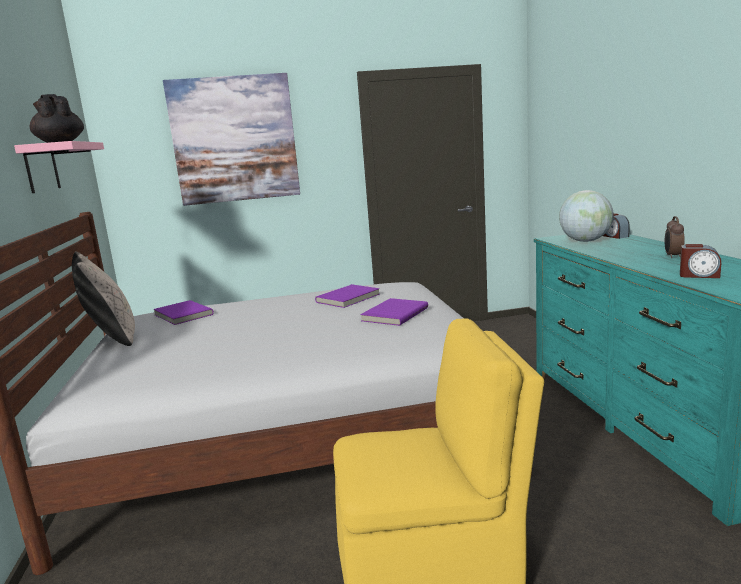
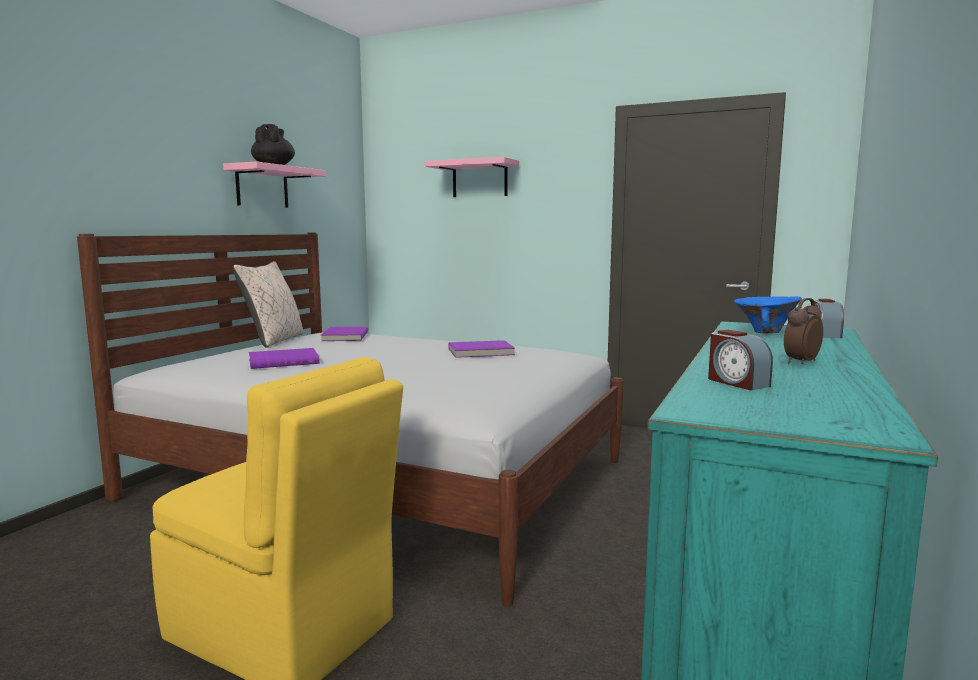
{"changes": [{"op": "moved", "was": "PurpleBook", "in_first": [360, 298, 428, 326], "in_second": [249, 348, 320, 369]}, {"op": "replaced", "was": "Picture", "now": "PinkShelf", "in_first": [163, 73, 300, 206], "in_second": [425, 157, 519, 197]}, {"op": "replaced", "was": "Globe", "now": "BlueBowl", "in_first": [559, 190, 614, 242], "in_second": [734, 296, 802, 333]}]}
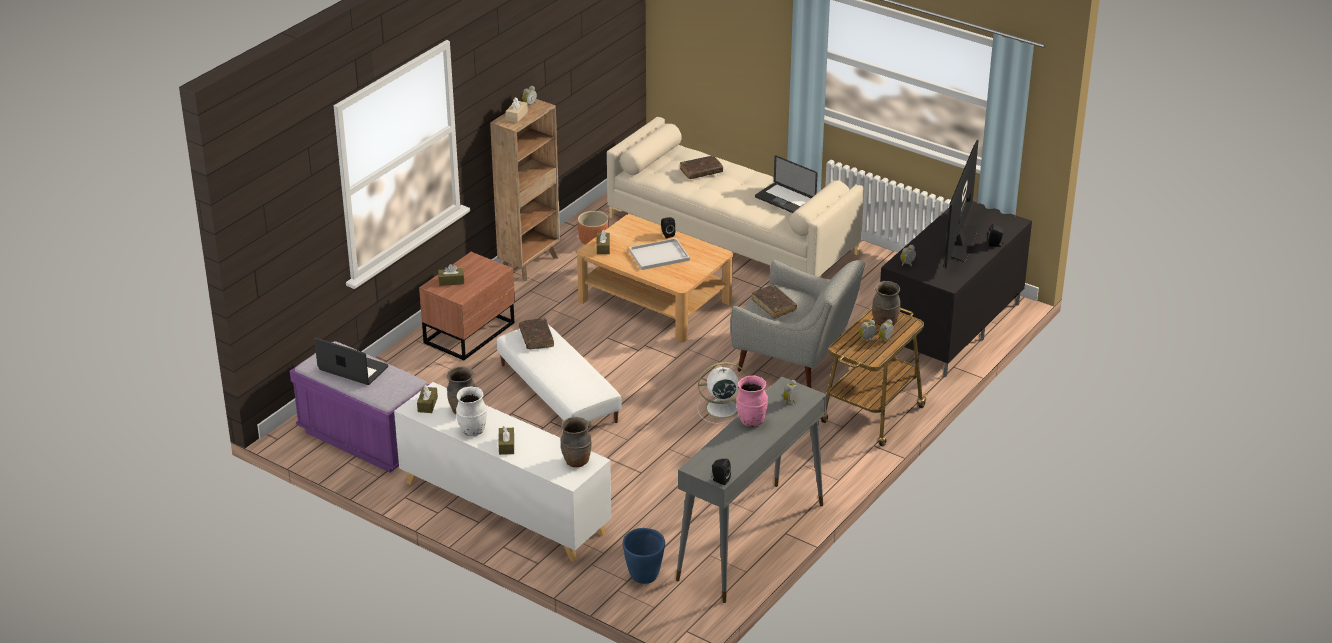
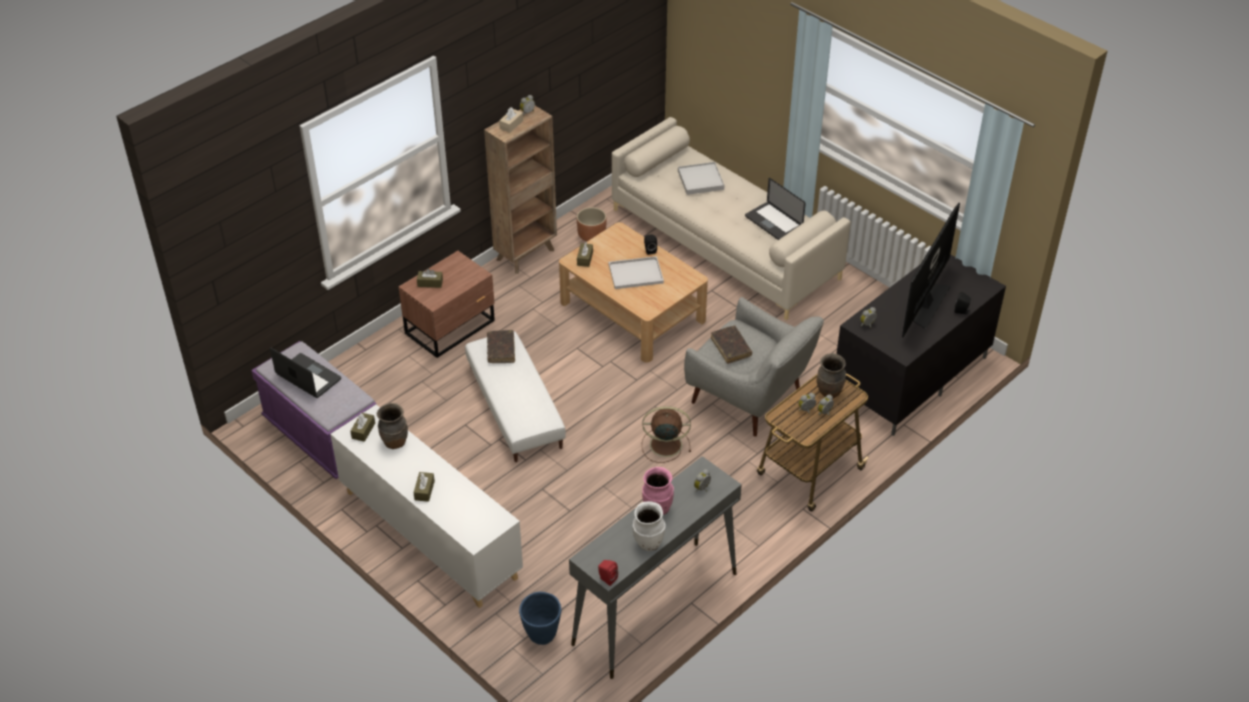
{"changes": [{"op": "recoloured", "was": "BlackSpeaker", "now": "RedSpeaker", "in_first": [711, 459, 731, 485], "in_second": [598, 560, 618, 586]}, {"op": "moved", "was": "WhiteVase", "in_first": [456, 386, 487, 436], "in_second": [633, 501, 666, 551]}, {"op": "recoloured", "was": "WhiteFan", "now": "BrownFan", "in_first": [697, 362, 746, 424], "in_second": [642, 406, 691, 463]}, {"op": "replaced", "was": "BrownBook", "now": "WhiteTray", "in_first": [680, 156, 723, 179], "in_second": [678, 162, 724, 195]}, {"op": "removed", "was": "BrownVase", "in_first": [560, 417, 592, 467]}]}
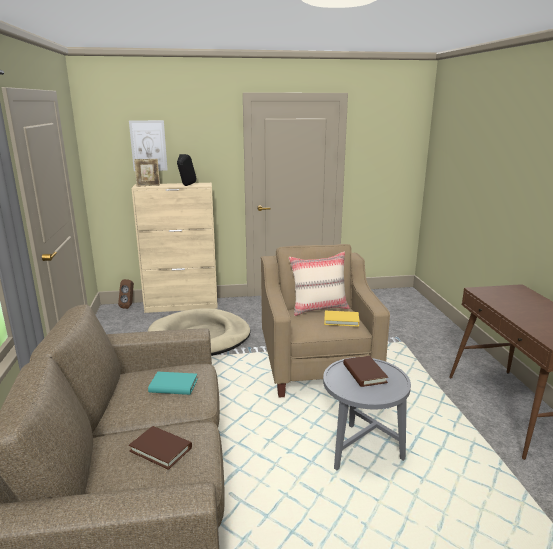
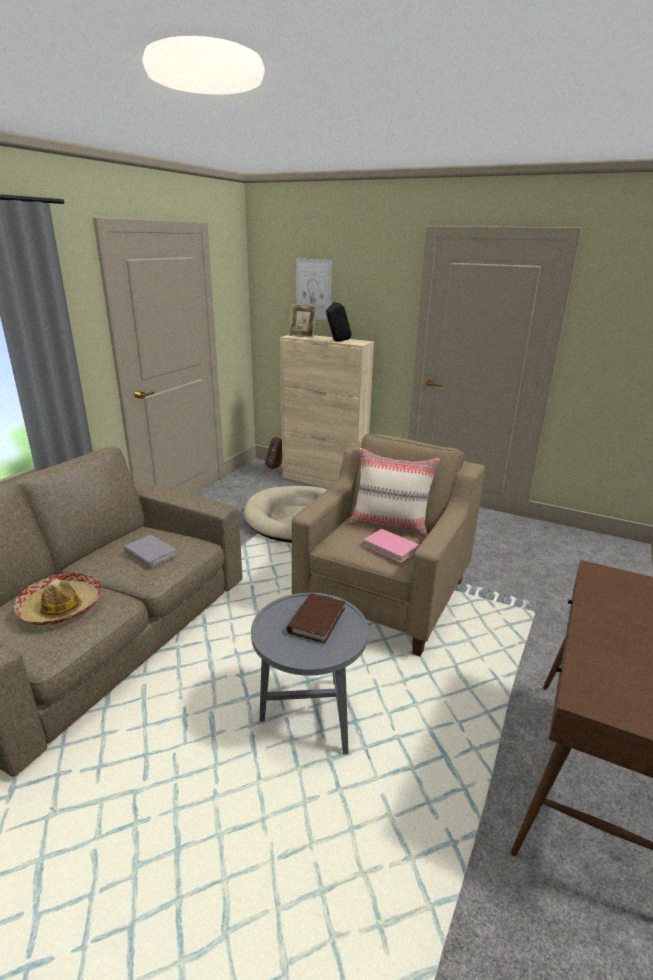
{"changes": [{"op": "replaced", "was": "BrownBook", "now": "Hat", "in_first": [129, 426, 192, 470], "in_second": [14, 572, 102, 625]}, {"op": "recoloured", "was": "TurquoiseBook", "now": "GreyBook", "in_first": [148, 372, 198, 395], "in_second": [124, 535, 178, 568]}, {"op": "recoloured", "was": "YellowBook", "now": "PinkBook", "in_first": [324, 311, 360, 327], "in_second": [363, 529, 420, 563]}]}
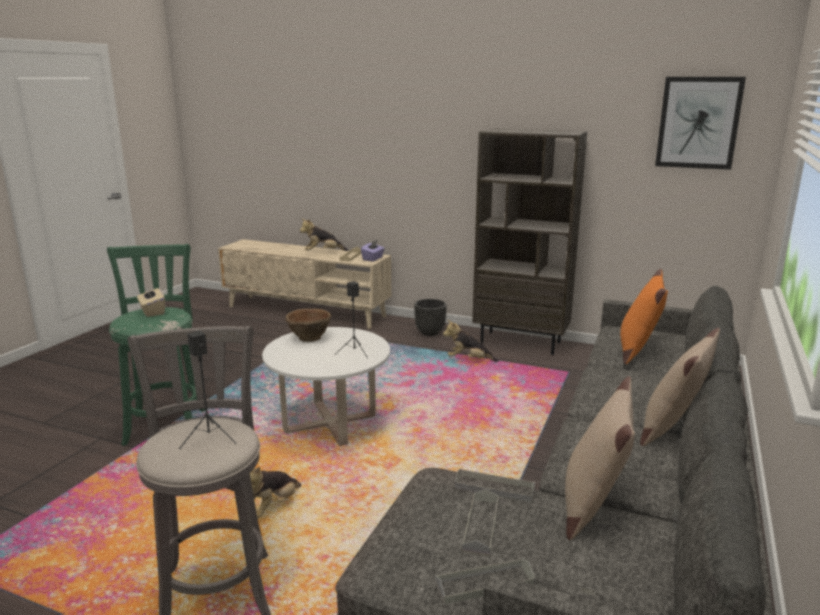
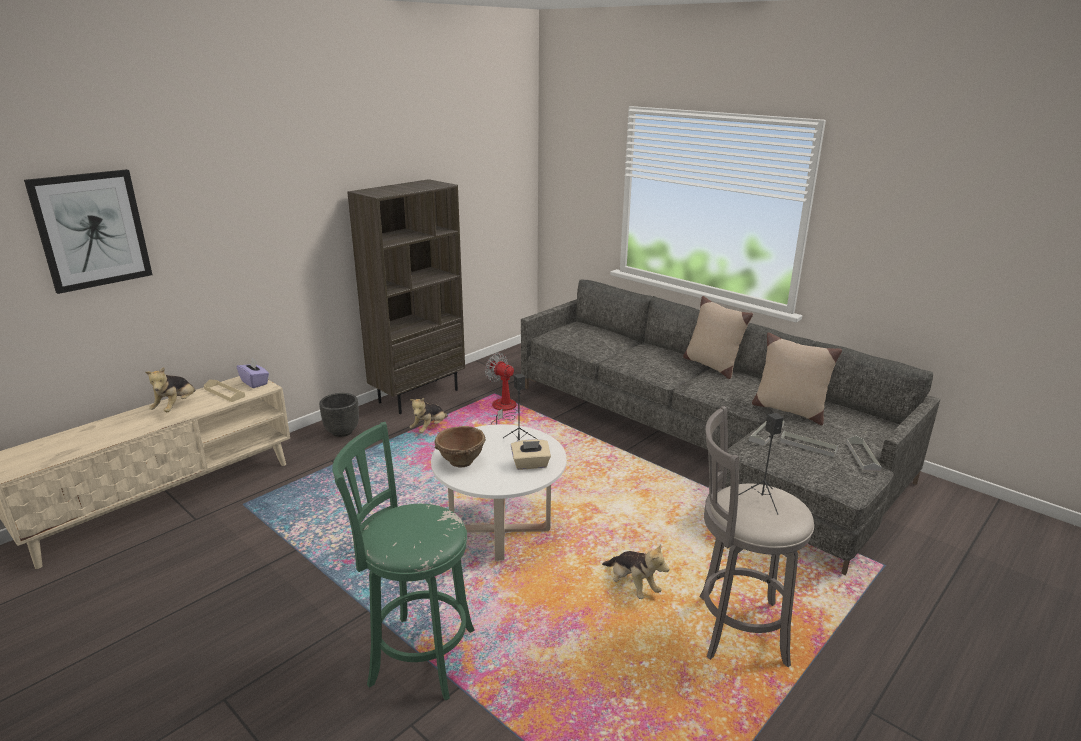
{"changes": [{"op": "moved", "was": "Picture", "in_first": [655, 77, 746, 170], "in_second": [24, 169, 153, 294]}, {"op": "added", "now": "Fan", "in_second": [485, 353, 518, 425]}, {"op": "moved", "was": "BeigeTissueBox", "in_first": [137, 286, 165, 317], "in_second": [511, 439, 551, 470]}, {"op": "removed", "was": "OrangePillow", "in_first": [620, 269, 668, 364]}]}
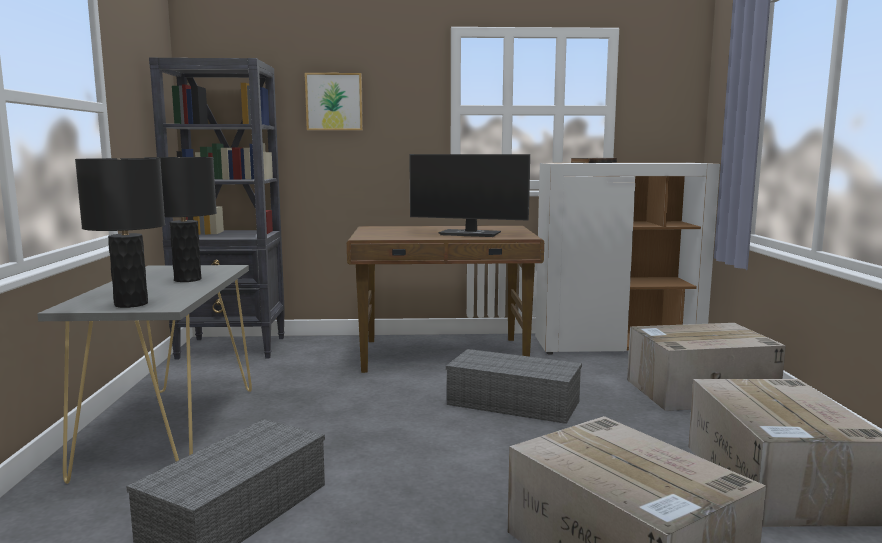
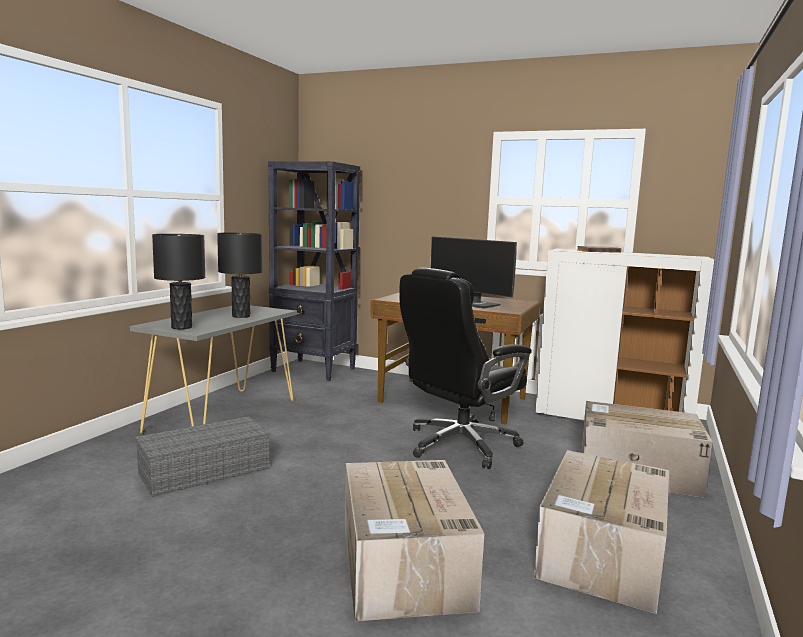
{"changes": [{"op": "replaced", "was": "GreyStorageBox", "now": "BlackOfficeChair", "in_first": [446, 349, 582, 424], "in_second": [399, 268, 532, 469]}, {"op": "removed", "was": "Picture", "in_first": [305, 73, 363, 130]}]}
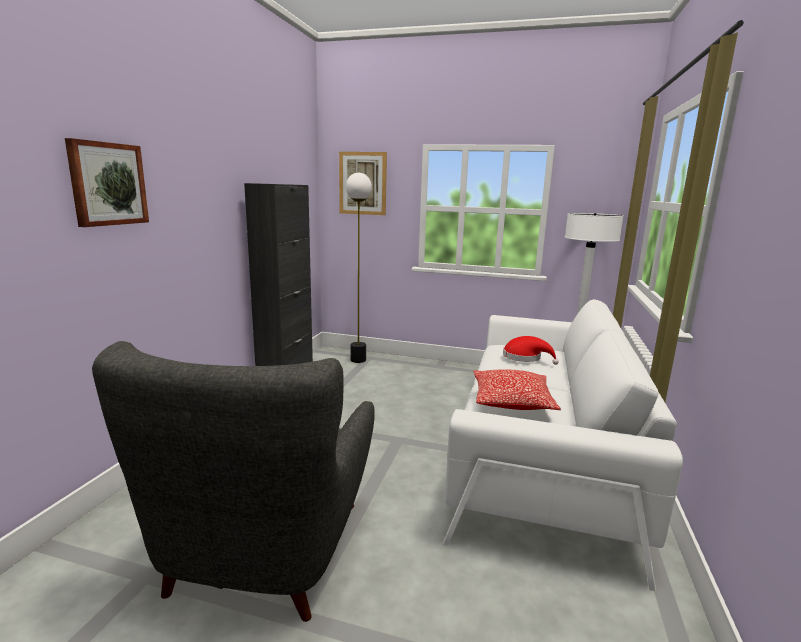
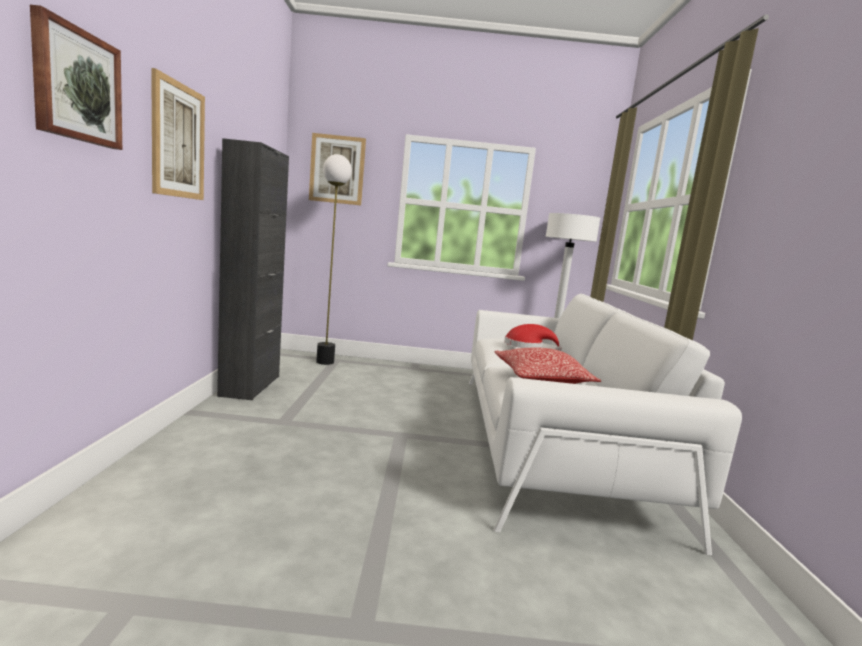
{"changes": [{"op": "added", "now": "Picture", "in_second": [151, 68, 205, 200]}, {"op": "removed", "was": "GreyArmchair", "in_first": [92, 341, 375, 622]}]}
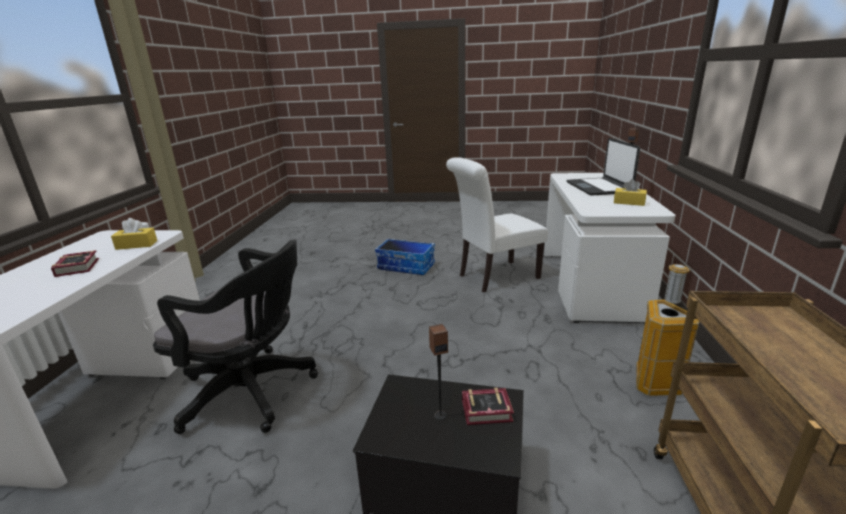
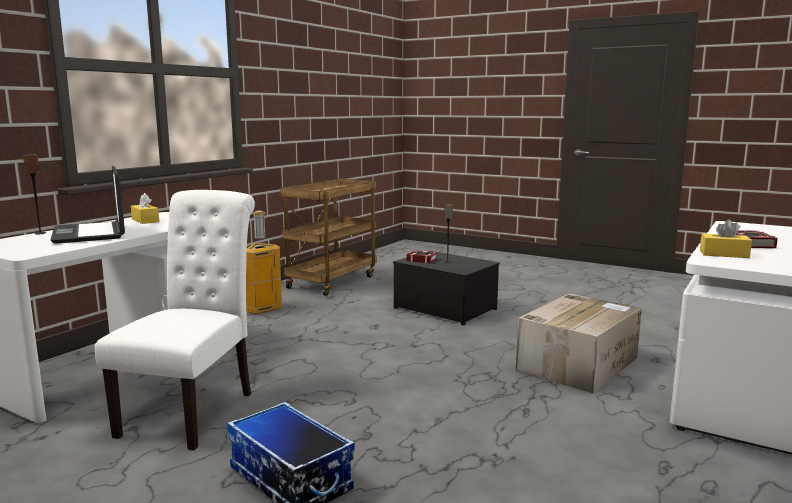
{"changes": [{"op": "turned", "was": "Laptop", "in_first": [566, 138, 640, 196], "in_second": [51, 166, 125, 244], "clockwise": 135}, {"op": "turned", "was": "WhiteChair", "in_first": [446, 157, 548, 293], "in_second": [95, 190, 255, 450], "clockwise": -75}, {"op": "replaced", "was": "BlackOfficeChair", "now": "CardboardBox", "in_first": [153, 240, 318, 434], "in_second": [516, 293, 642, 394]}]}
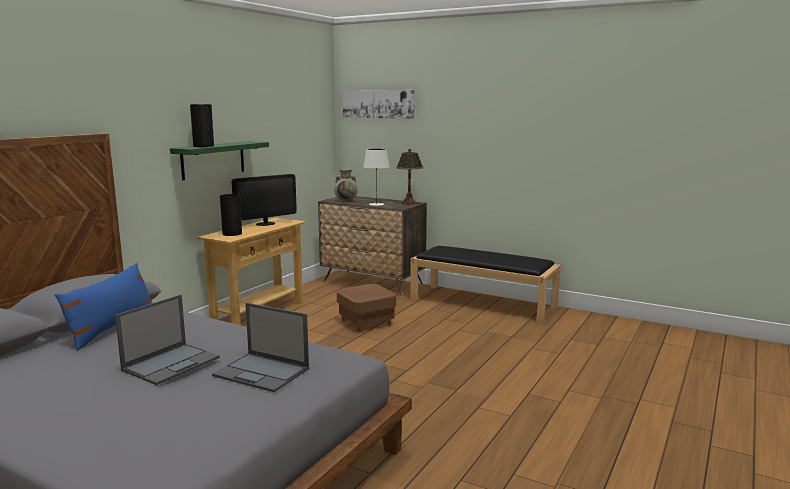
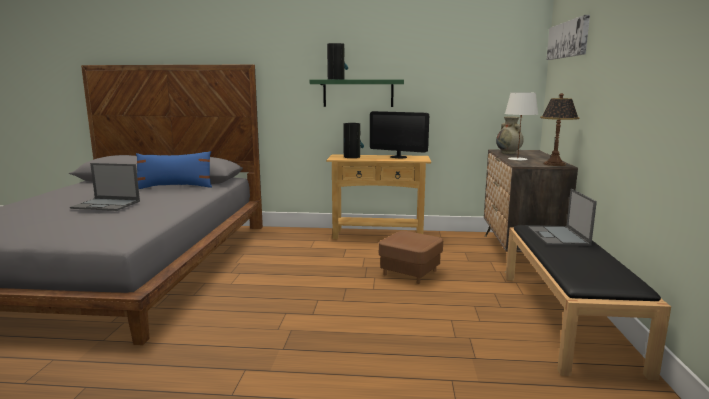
{"changes": [{"op": "moved", "was": "Laptop", "in_first": [212, 303, 309, 392], "in_second": [528, 189, 597, 246]}]}
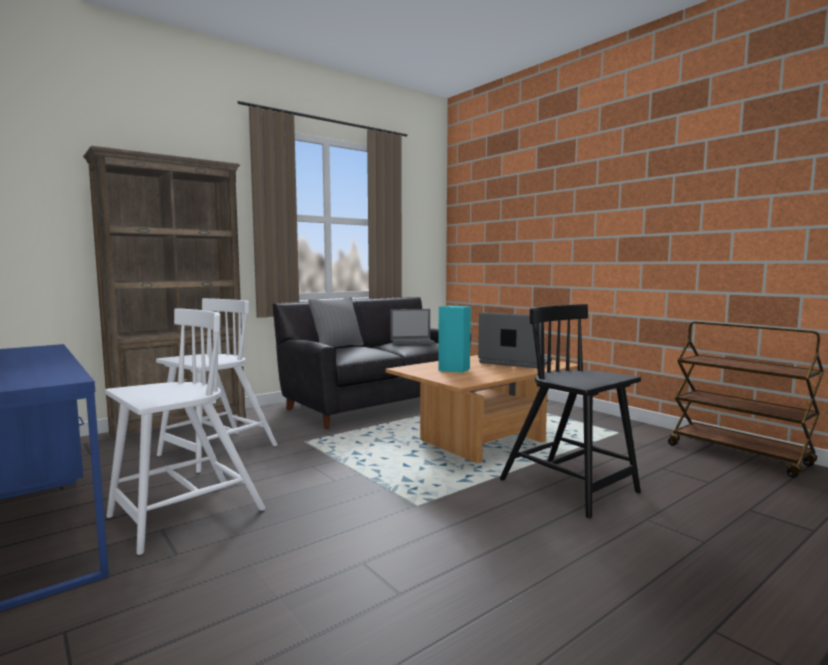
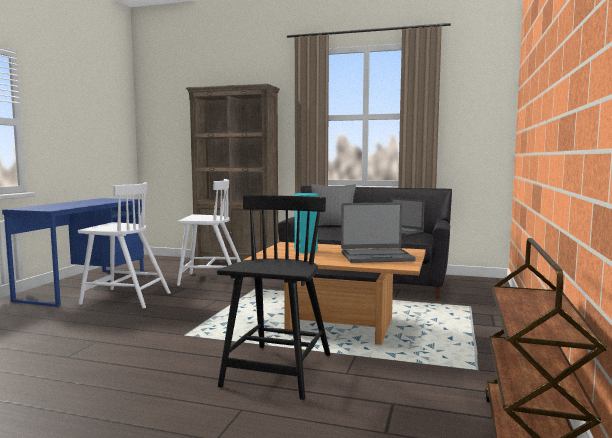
{"changes": [{"op": "turned", "was": "Laptop", "in_first": [478, 312, 552, 368], "in_second": [341, 203, 416, 263], "clockwise": 90}]}
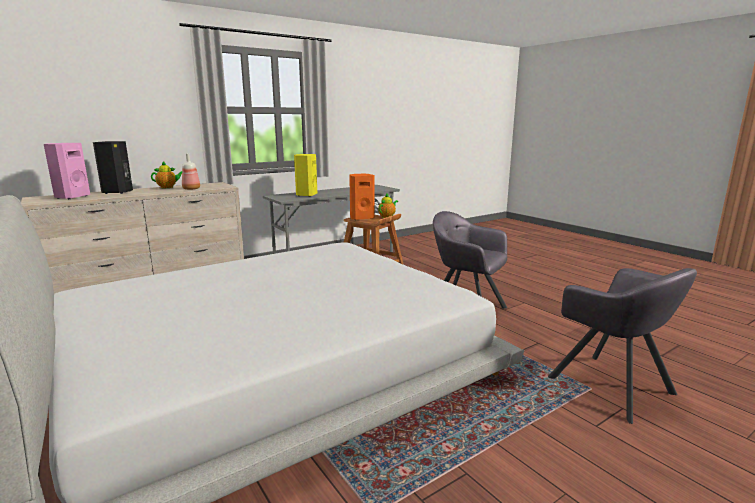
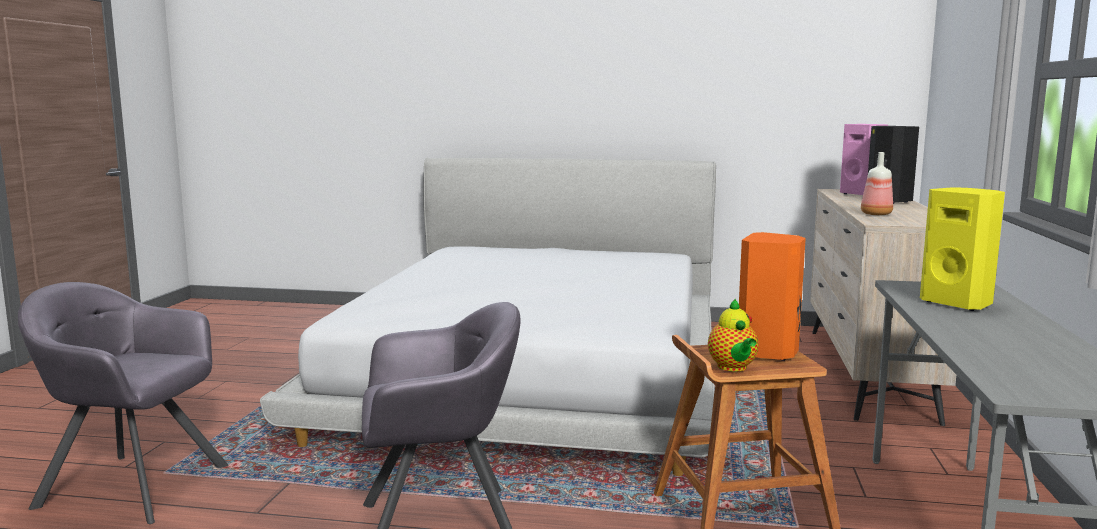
{"changes": [{"op": "removed", "was": "Teapot", "in_first": [151, 162, 182, 188]}]}
